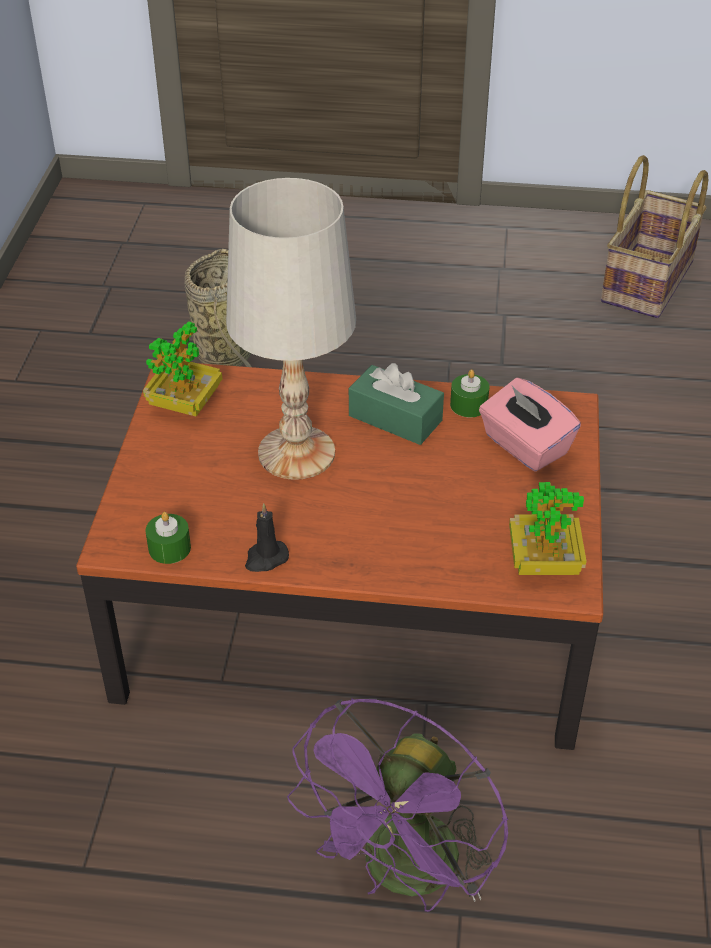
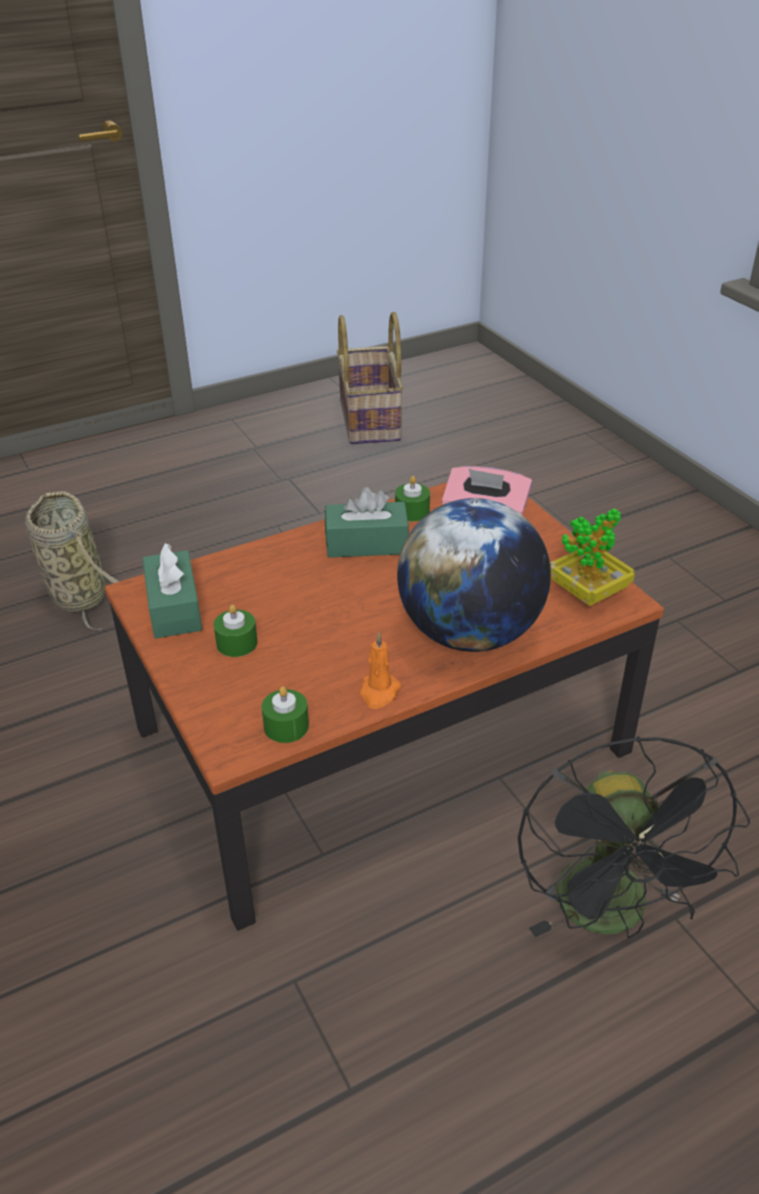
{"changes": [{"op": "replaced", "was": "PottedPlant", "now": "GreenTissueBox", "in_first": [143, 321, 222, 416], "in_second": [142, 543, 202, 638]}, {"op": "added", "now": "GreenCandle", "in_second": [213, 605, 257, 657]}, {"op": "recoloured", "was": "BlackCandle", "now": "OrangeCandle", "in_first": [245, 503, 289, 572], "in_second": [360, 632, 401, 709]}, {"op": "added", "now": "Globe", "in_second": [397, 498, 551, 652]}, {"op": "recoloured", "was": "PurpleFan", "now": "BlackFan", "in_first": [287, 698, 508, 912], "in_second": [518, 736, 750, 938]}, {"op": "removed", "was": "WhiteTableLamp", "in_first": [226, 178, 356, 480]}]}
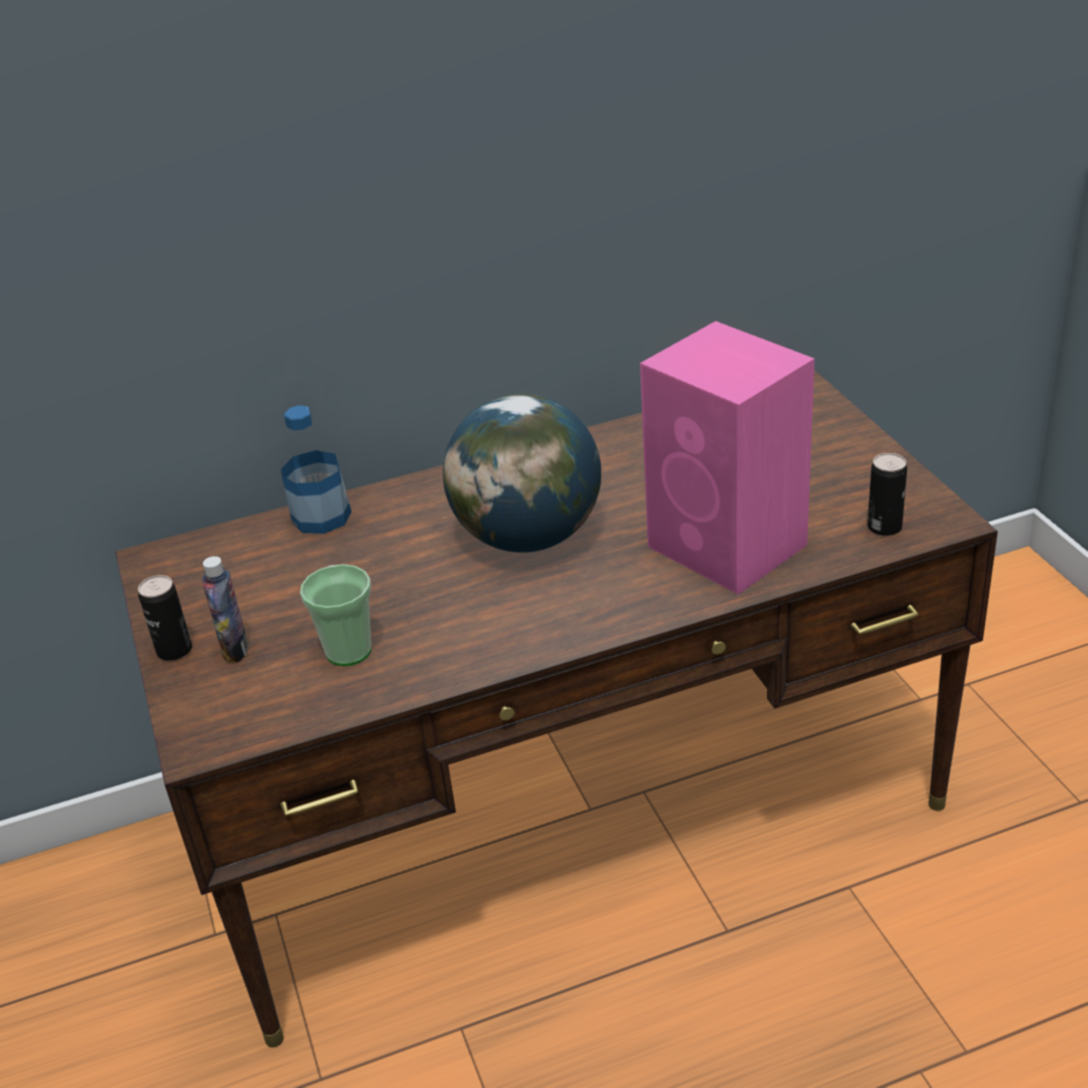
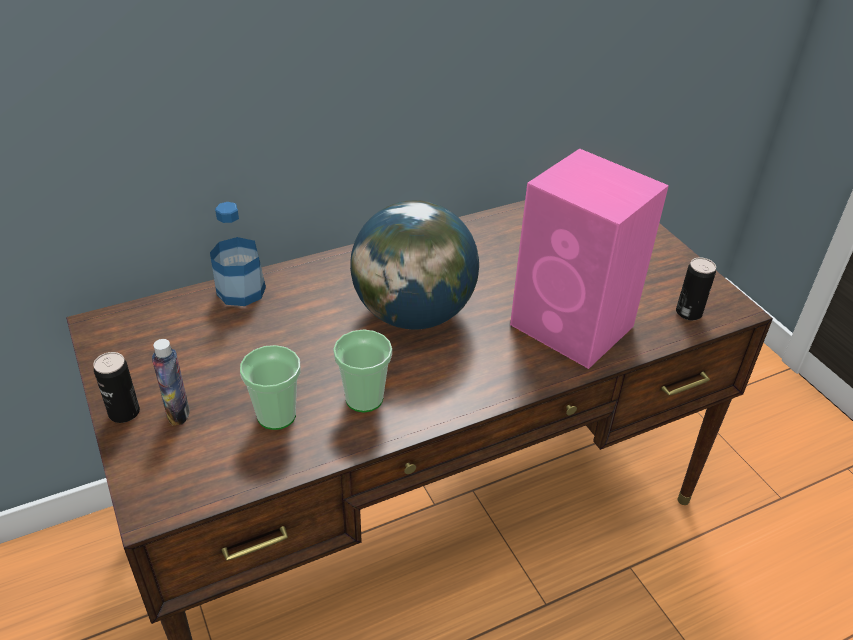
{"changes": [{"op": "added", "now": "Cup", "in_second": [333, 329, 392, 412]}]}
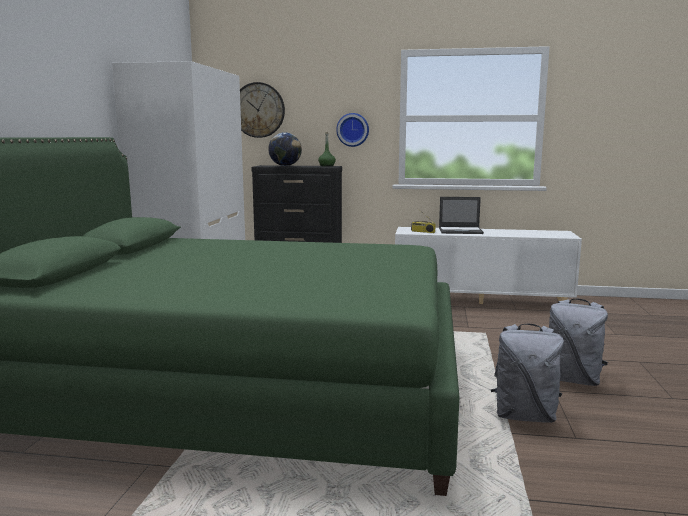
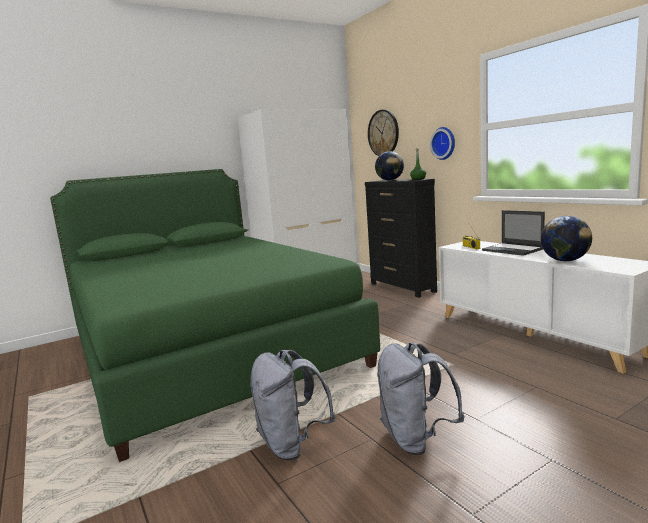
{"changes": [{"op": "added", "now": "Globe", "in_second": [541, 216, 592, 261]}]}
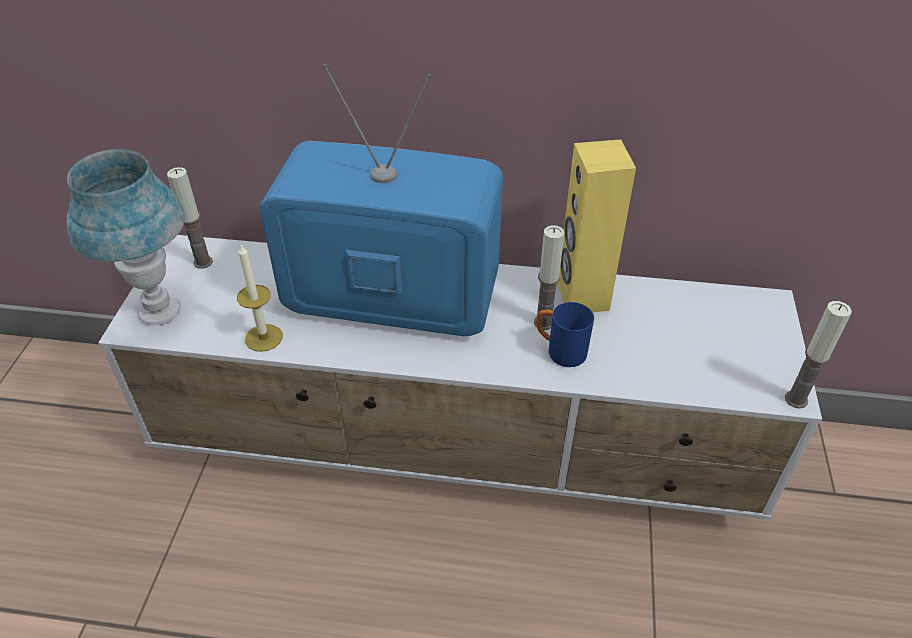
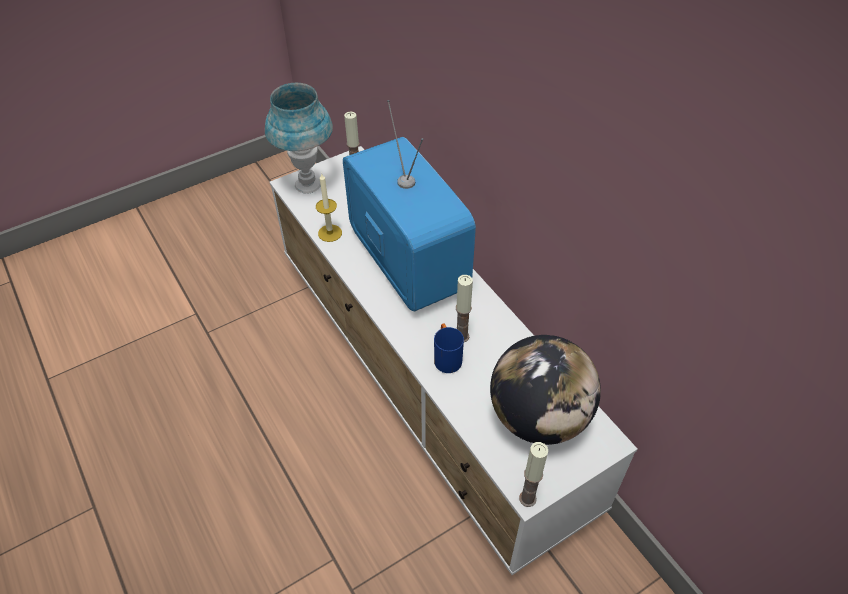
{"changes": [{"op": "added", "now": "Globe", "in_second": [490, 335, 601, 445]}, {"op": "removed", "was": "YellowSpeaker", "in_first": [557, 139, 636, 312]}]}
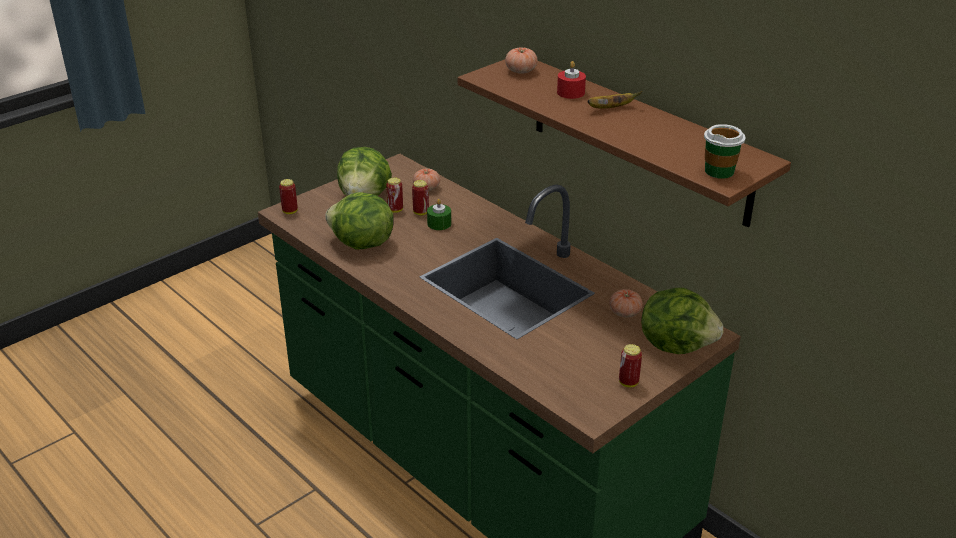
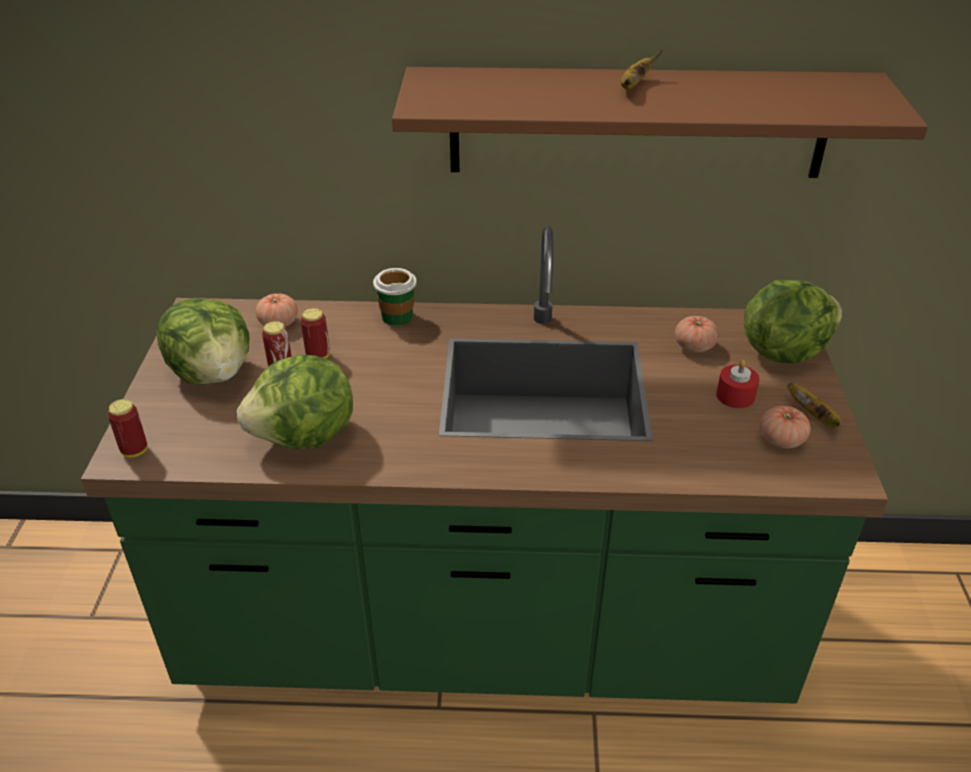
{"changes": [{"op": "moved", "was": "Cup", "in_first": [704, 124, 746, 179], "in_second": [373, 268, 417, 326]}, {"op": "moved", "was": "RedCandle", "in_first": [557, 61, 586, 99], "in_second": [716, 359, 759, 408]}, {"op": "moved", "was": "Tomato", "in_first": [505, 47, 538, 74], "in_second": [760, 406, 811, 448]}, {"op": "replaced", "was": "Can", "now": "Banana", "in_first": [619, 344, 642, 387], "in_second": [787, 383, 841, 428]}, {"op": "removed", "was": "GreenCandle", "in_first": [427, 199, 451, 230]}]}
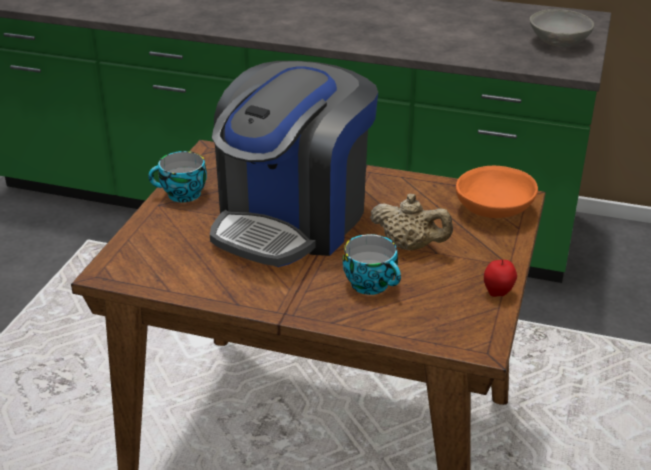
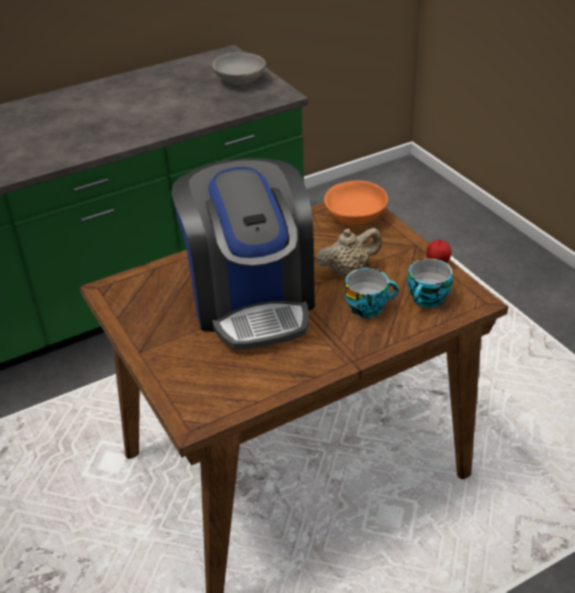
{"changes": [{"op": "moved", "was": "Cup", "in_first": [148, 151, 207, 202], "in_second": [407, 258, 453, 308]}]}
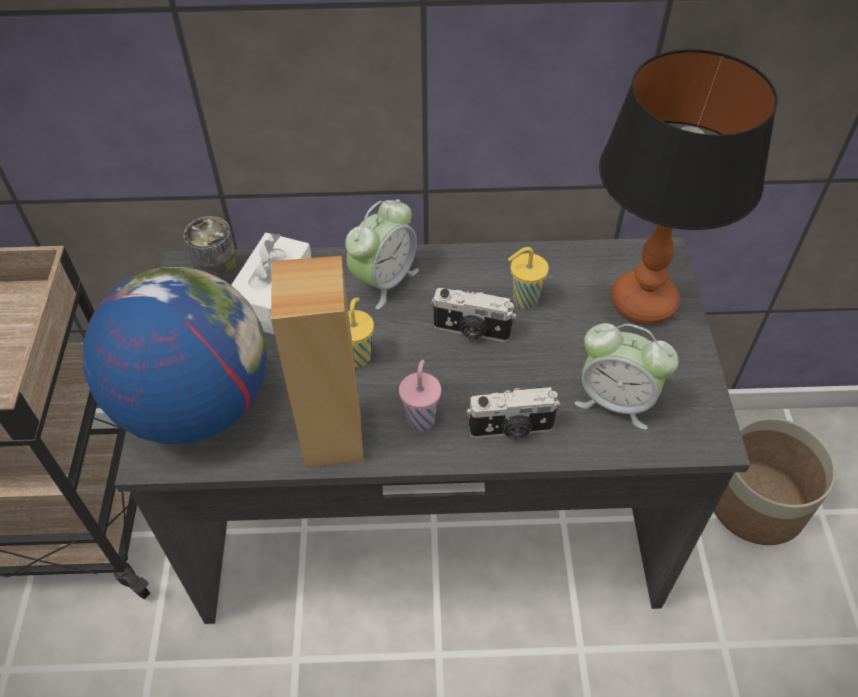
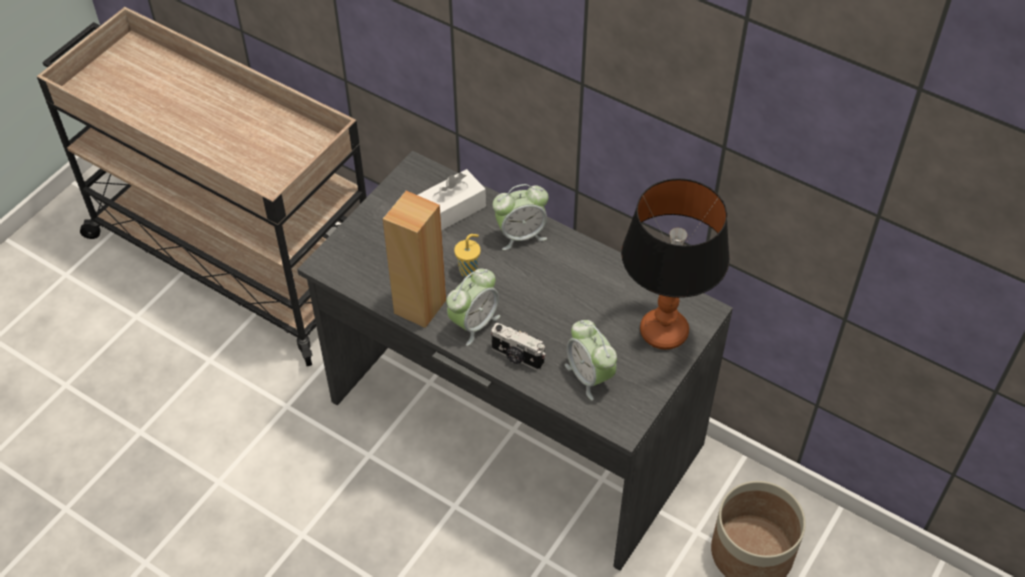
{"changes": [{"op": "replaced", "was": "PinkCup", "now": "AlarmClock", "in_first": [399, 360, 441, 431], "in_second": [447, 269, 500, 346]}, {"op": "removed", "was": "Globe", "in_first": [83, 267, 267, 444]}, {"op": "removed", "was": "Can", "in_first": [183, 216, 241, 285]}, {"op": "removed", "was": "PhotoCamera", "in_first": [431, 288, 516, 342]}, {"op": "removed", "was": "YellowCup", "in_first": [508, 247, 549, 309]}]}
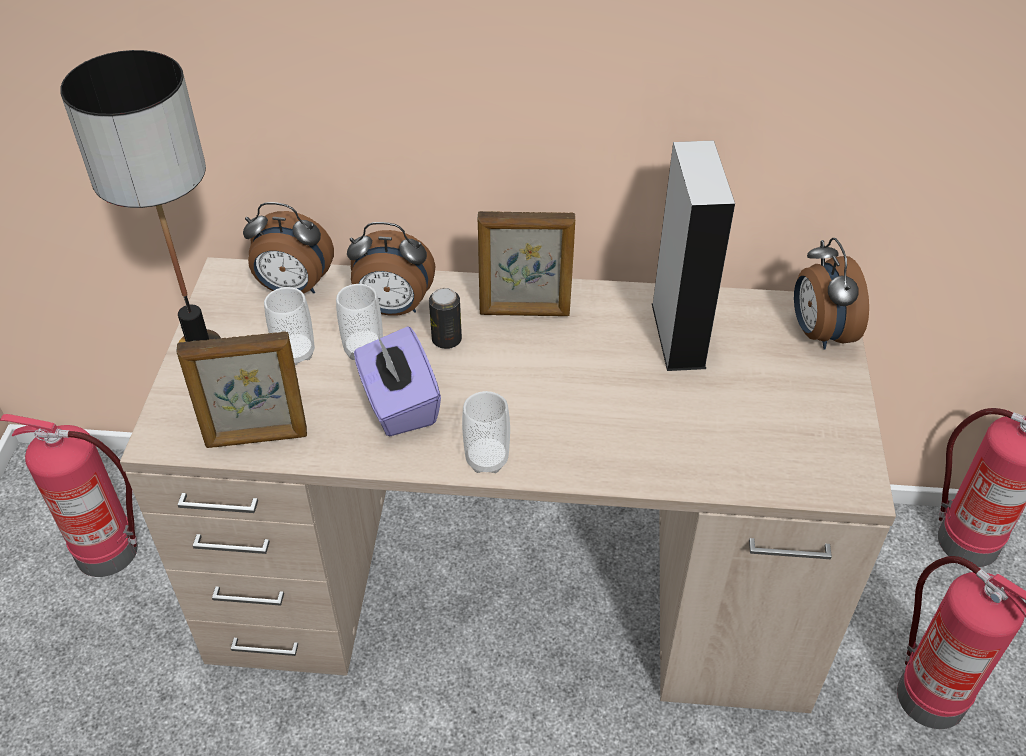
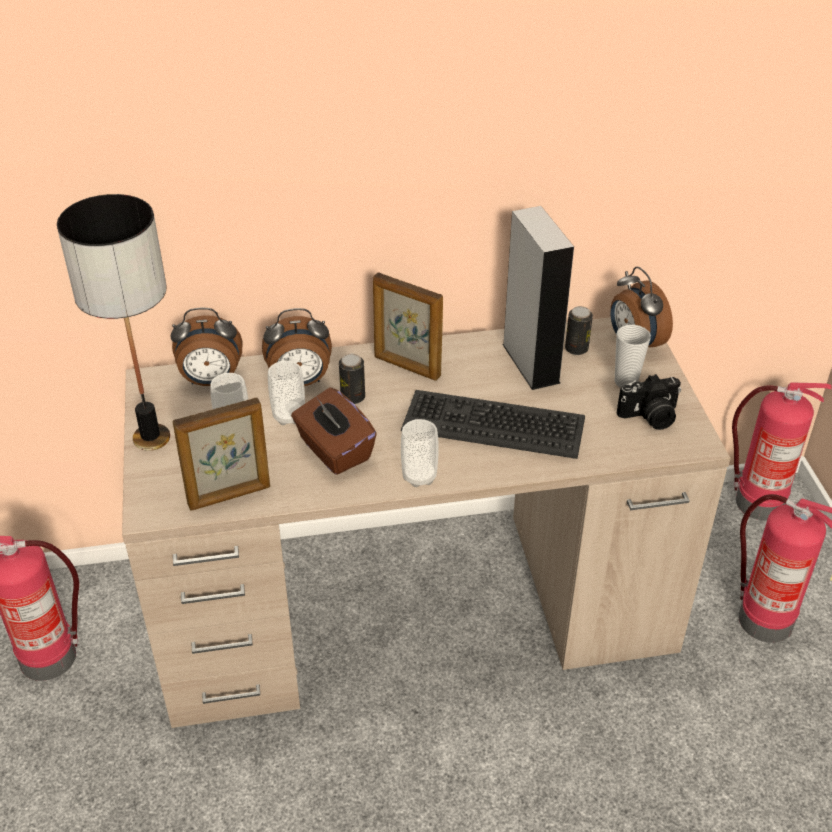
{"changes": [{"op": "recoloured", "was": "PurpleTissueBox", "now": "BrownTissueBox", "in_first": [354, 326, 441, 436], "in_second": [291, 387, 377, 475]}, {"op": "turned", "was": "PictureFrame", "in_first": [478, 211, 575, 316], "in_second": [373, 273, 443, 381], "clockwise": 45}, {"op": "added", "now": "Keyboard", "in_second": [401, 390, 585, 459]}, {"op": "added", "now": "Can", "in_second": [565, 306, 593, 355]}, {"op": "added", "now": "Cup", "in_second": [615, 324, 651, 388]}, {"op": "added", "now": "PhotoCamera", "in_second": [617, 374, 681, 430]}]}
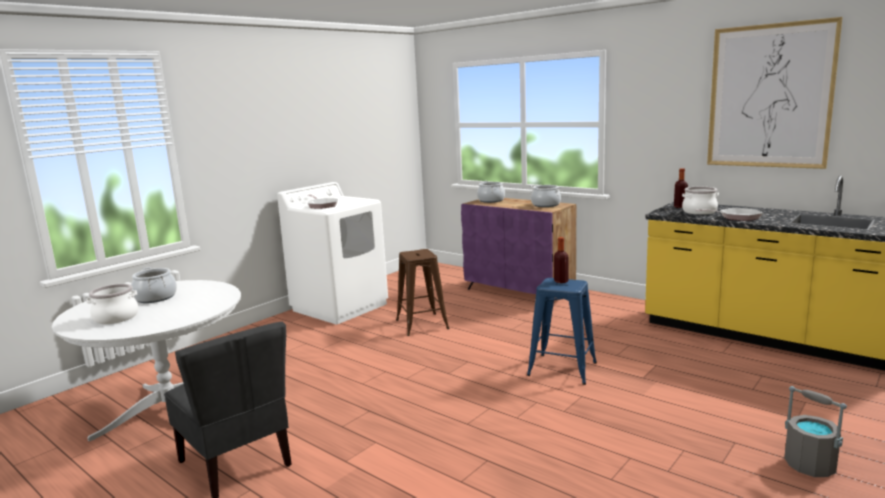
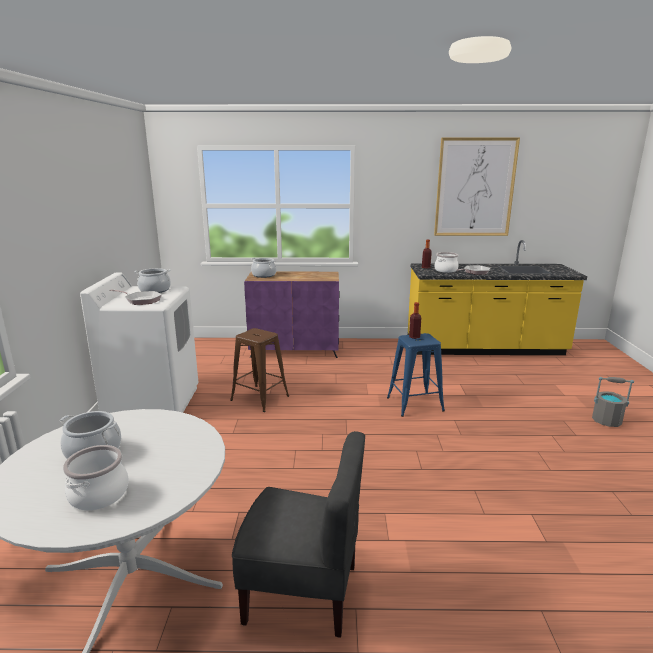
{"changes": [{"op": "moved", "was": "CookingPot", "in_first": [530, 185, 562, 207], "in_second": [134, 268, 171, 293]}]}
